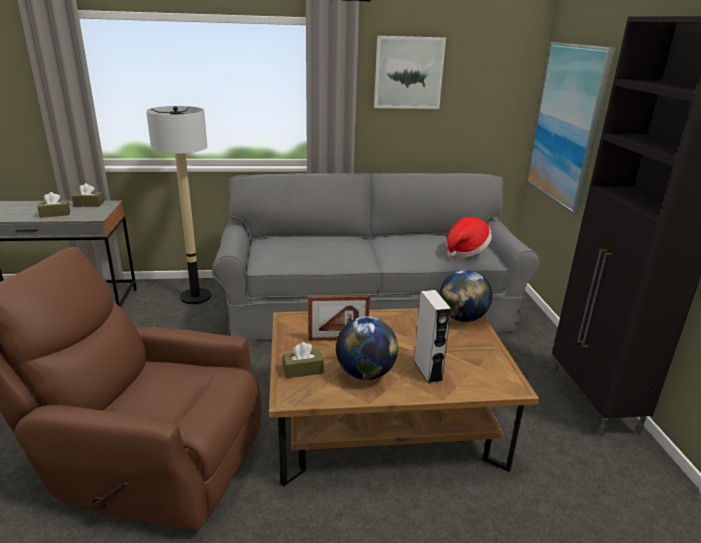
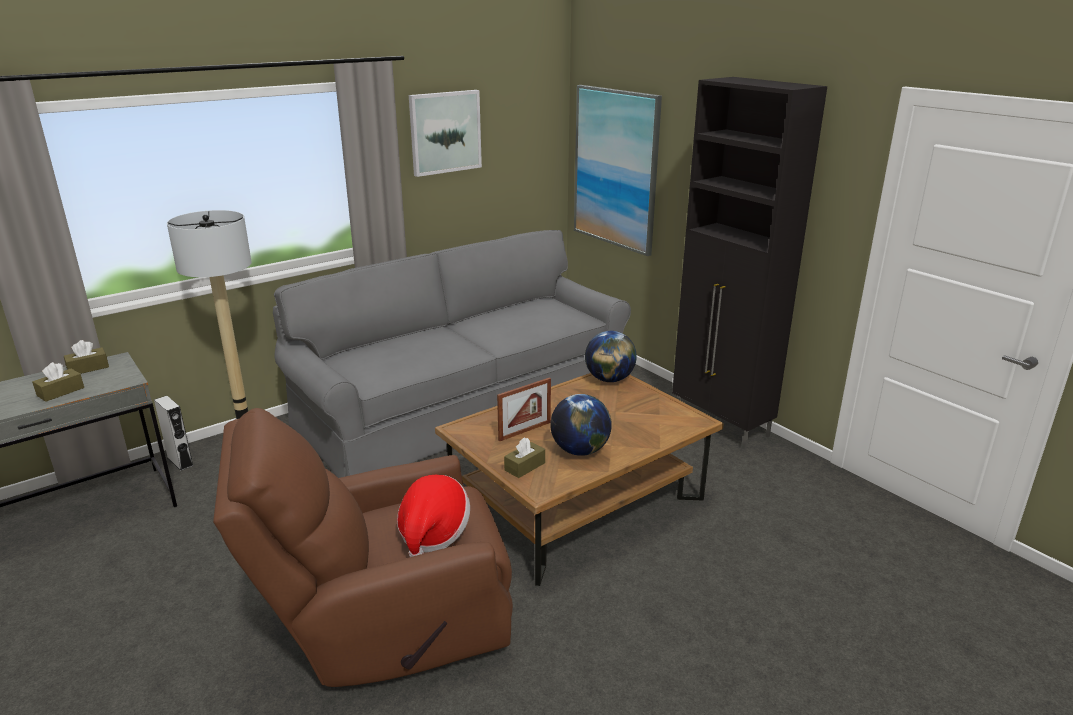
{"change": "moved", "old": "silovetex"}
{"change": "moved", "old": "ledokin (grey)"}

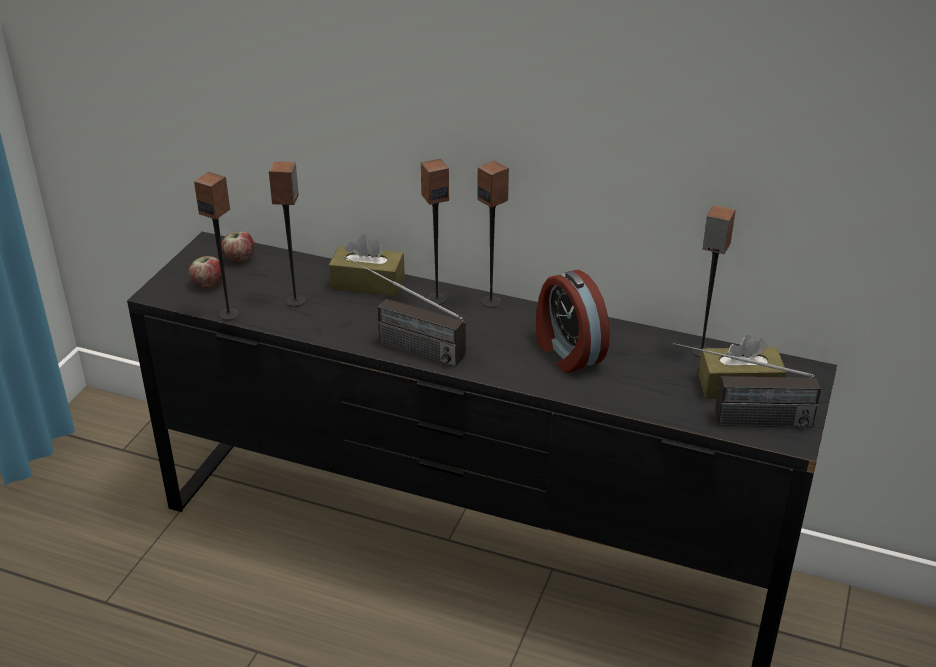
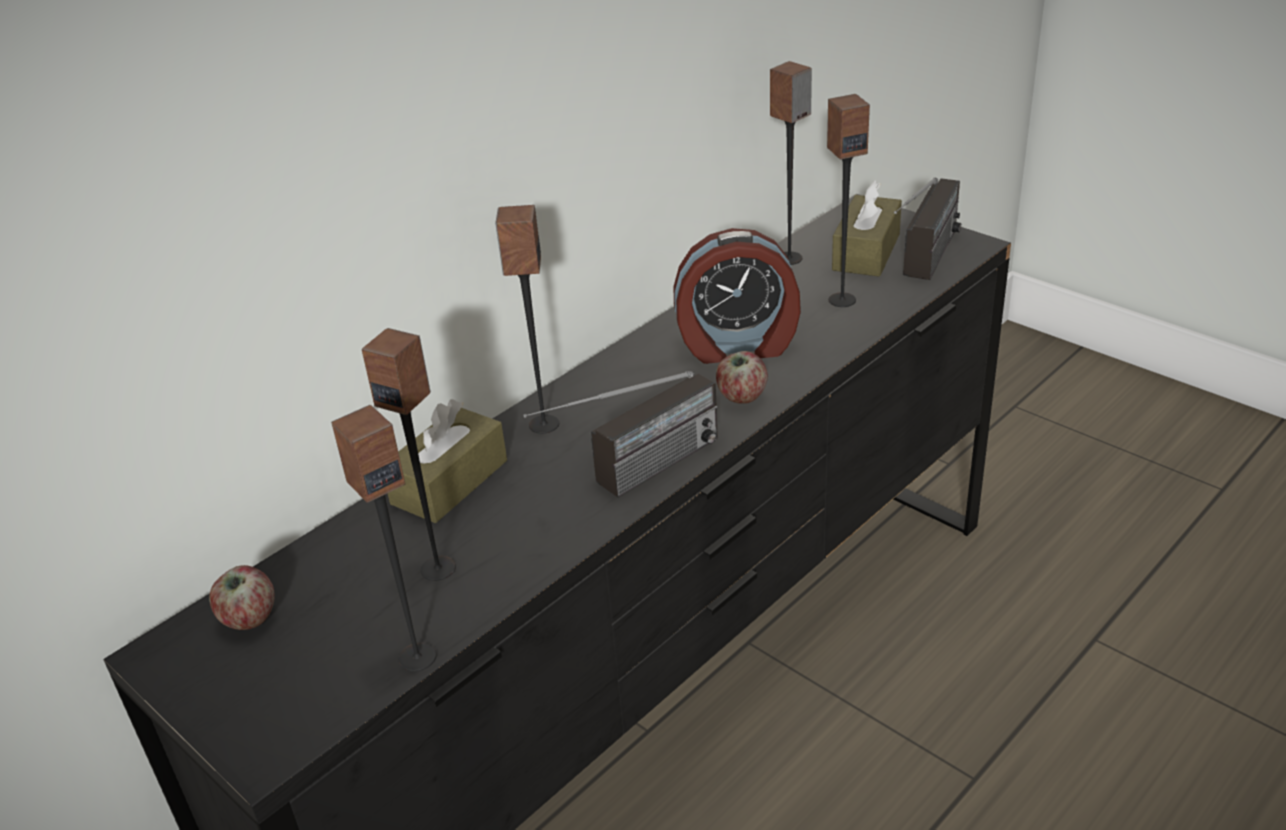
{"change": "moved", "old": "ledokin (4th from left in the first image)", "new": "ledokin (5th from left)"}
{"change": "moved", "old": "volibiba (1st from left in the first image)", "new": "volibiba (2nd from left)"}

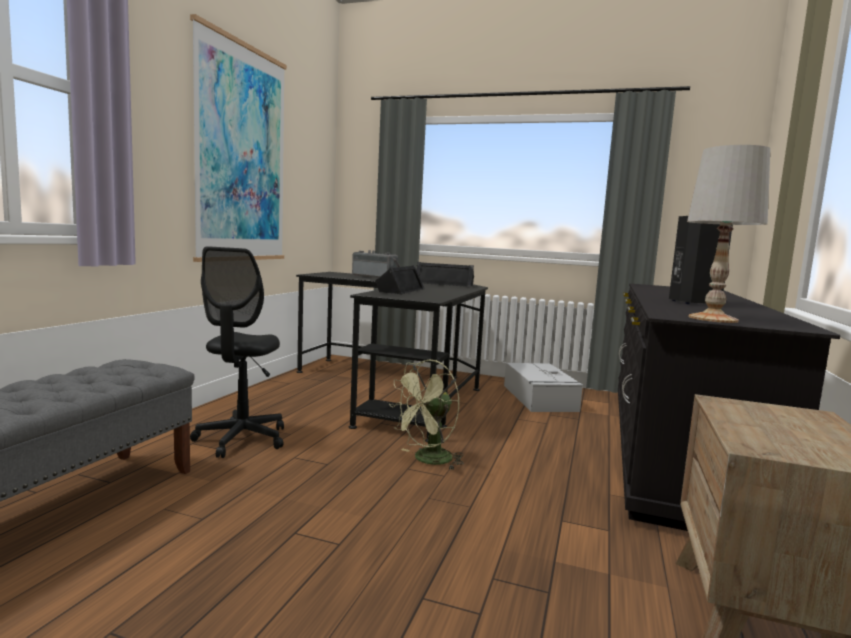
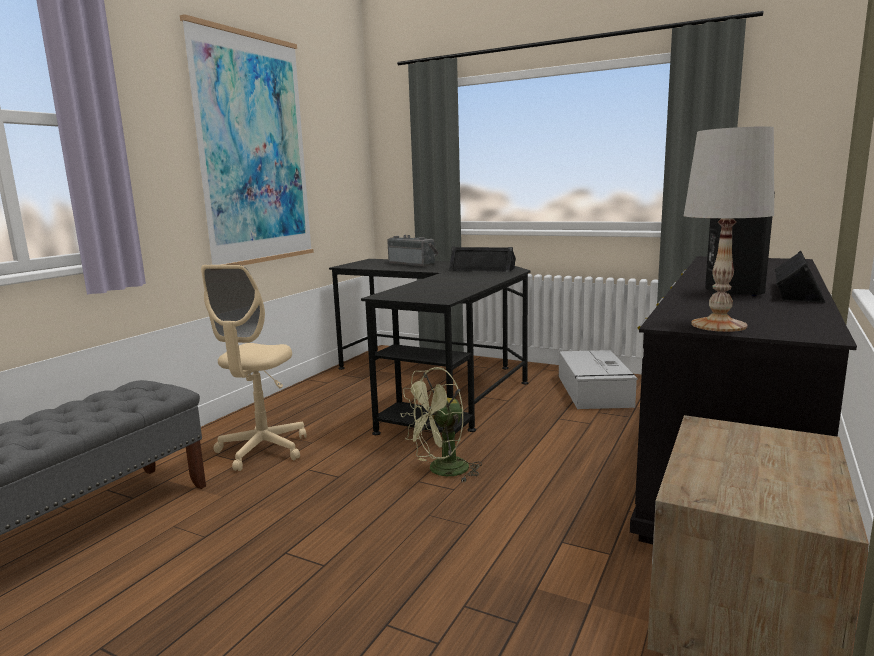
{"change": "recoloured", "old": "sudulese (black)", "new": "sudulese (beige)"}
{"change": "moved", "old": "ledokin (black) (1st from left in the first image)", "new": "ledokin (black) (3rd from left)"}

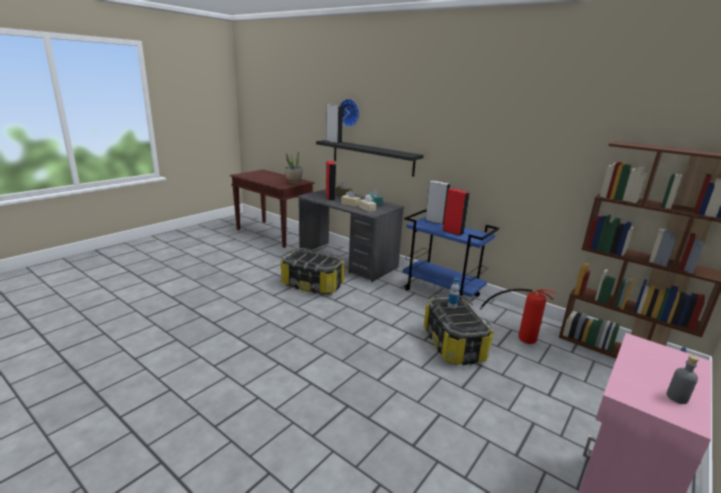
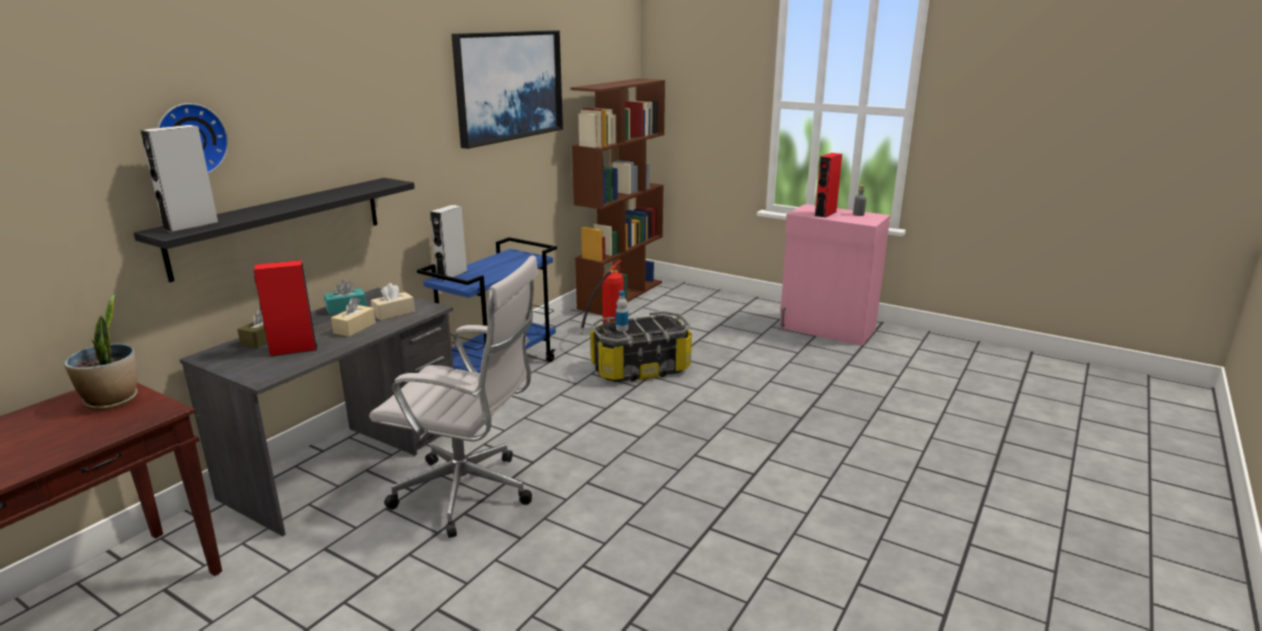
{"change": "moved", "old": "ledokin (red) (2nd from left)"}
{"change": "replaced", "old": "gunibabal (1st from left)", "new": "sudulese (white)"}
{"change": "added", "new": "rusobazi"}

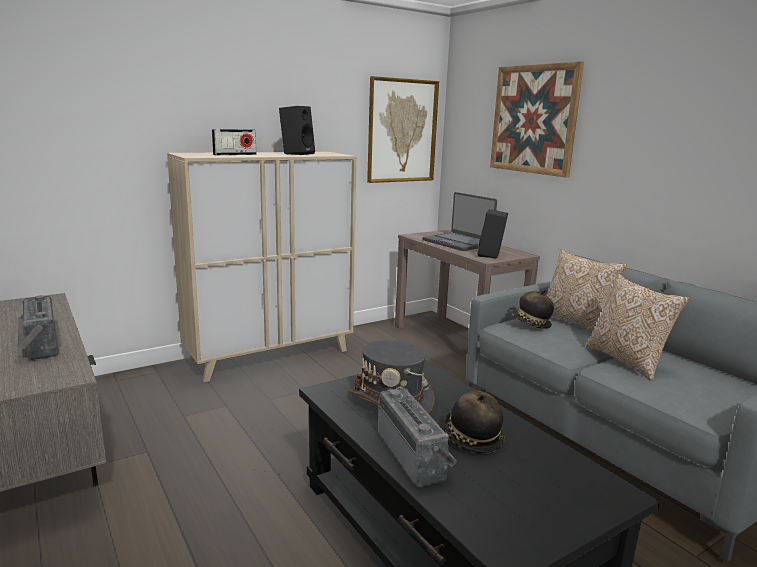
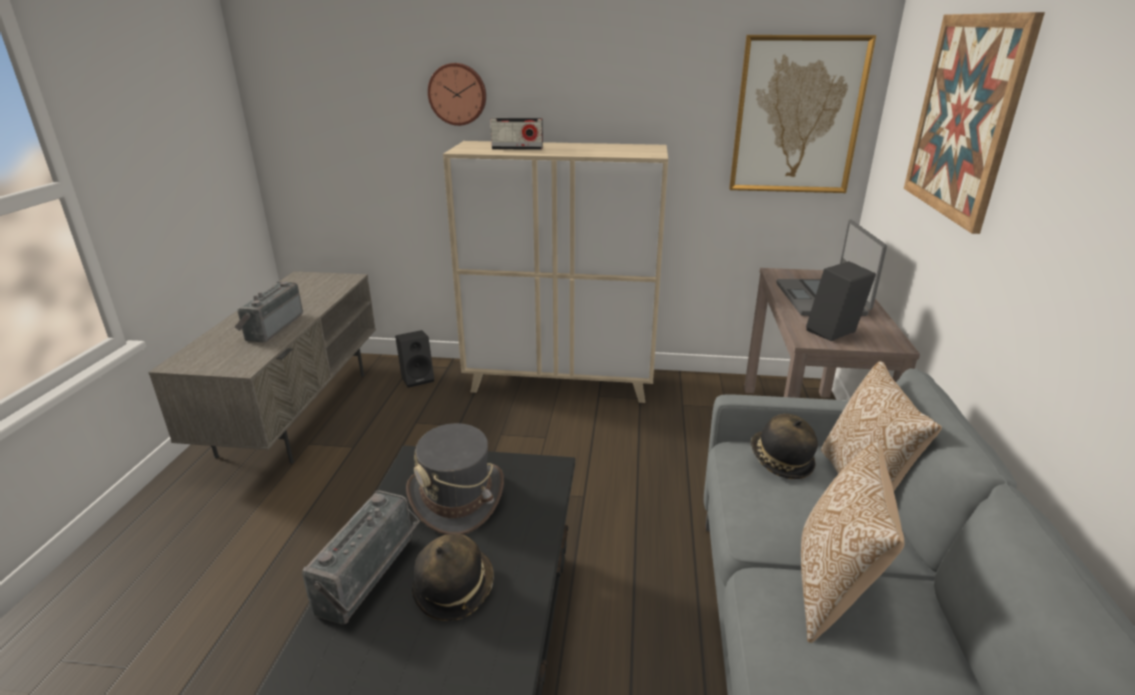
{"change": "moved", "old": "ledokin (black) (1st from left)"}
{"change": "added", "new": "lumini"}

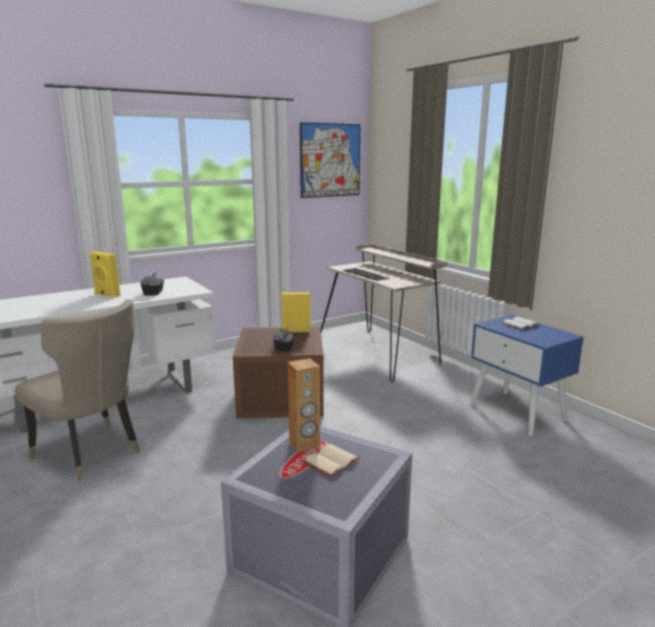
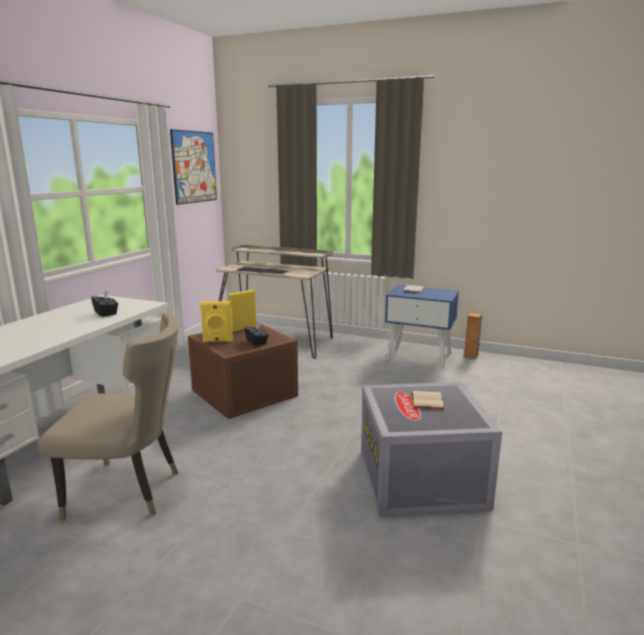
{"change": "moved", "old": "ledokin (yellow) (1st from left)"}
{"change": "moved", "old": "ledokin (brown)"}

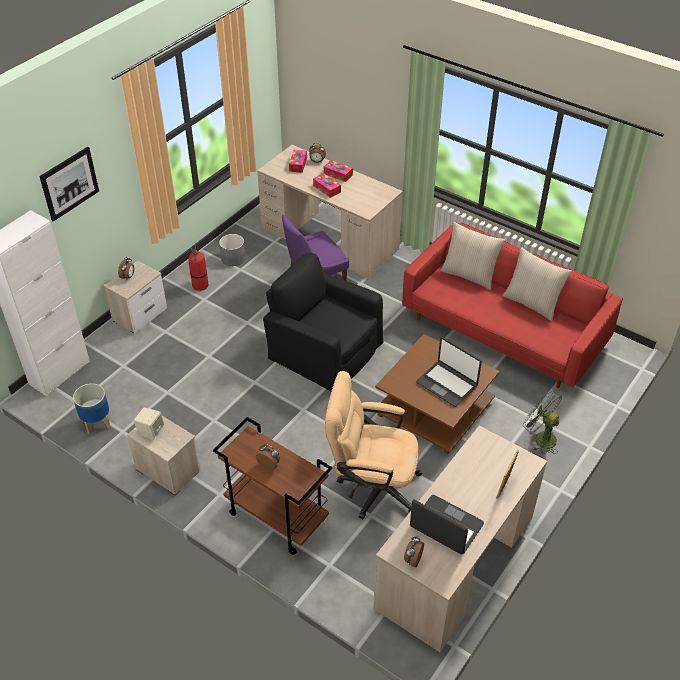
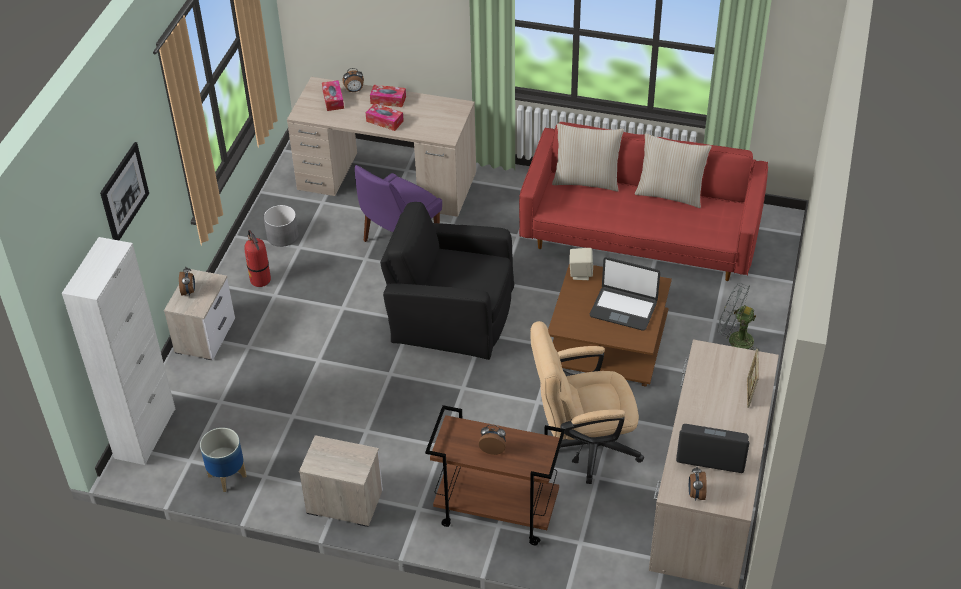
{"change": "moved", "old": "ledokin (beige)"}

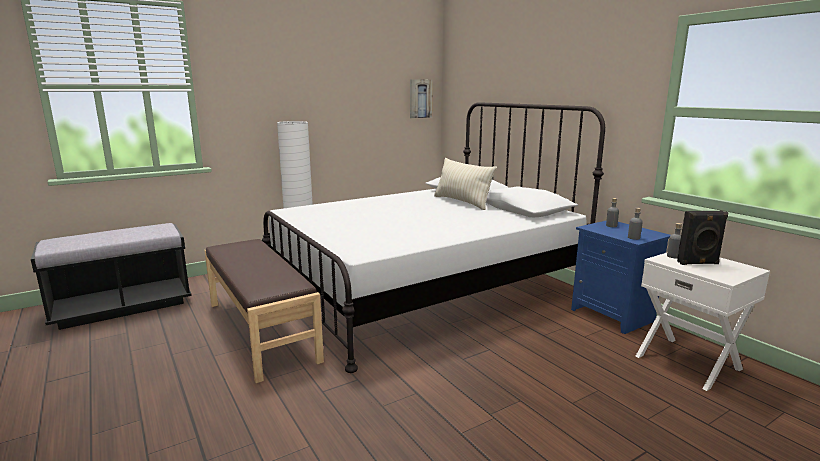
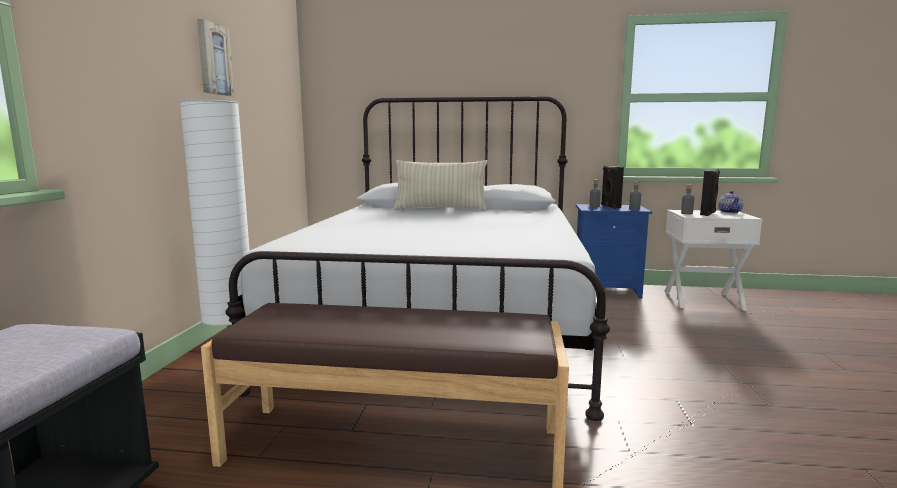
{"change": "moved", "old": "rusobazi"}
{"change": "added", "new": "ledokin (black) (1st from left)"}
{"change": "added", "new": "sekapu"}

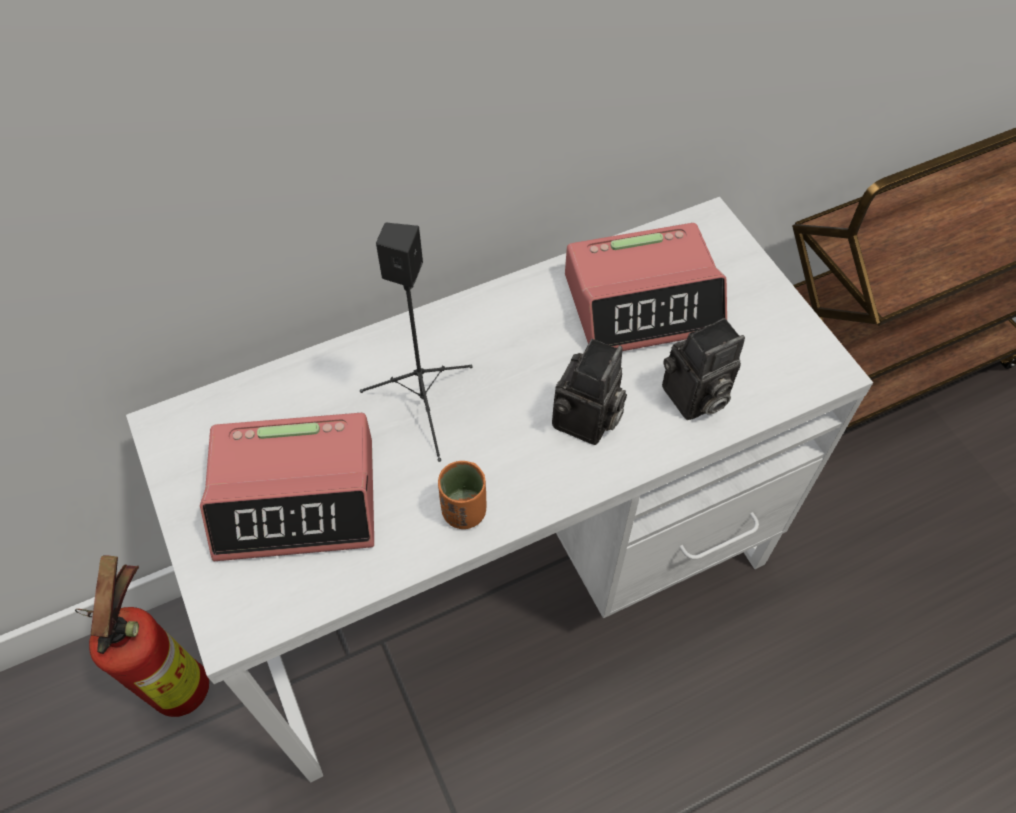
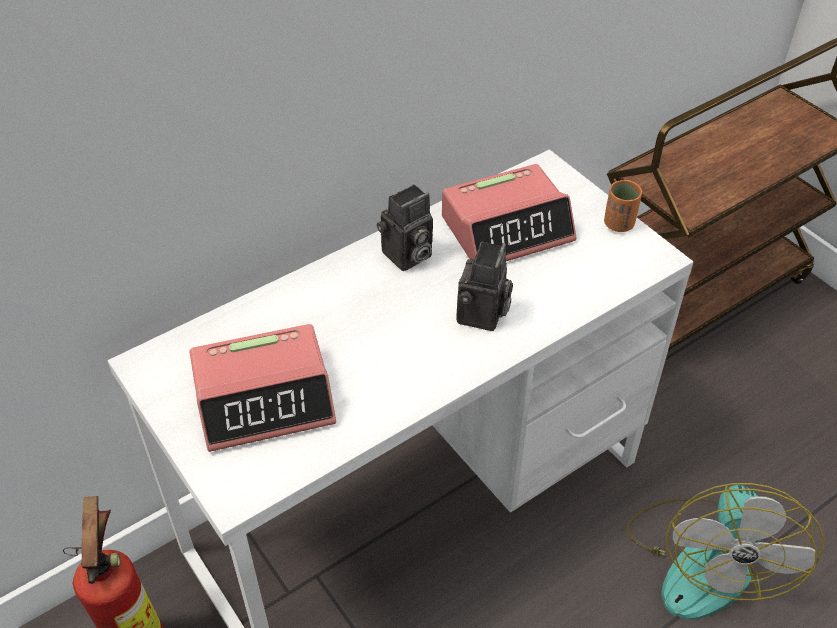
{"change": "removed", "old": "ledokin (black)"}
{"change": "moved", "old": "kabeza (2nd from left in the first image)", "new": "kabeza (1st from left)"}
{"change": "moved", "old": "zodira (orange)"}
{"change": "added", "new": "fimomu"}

